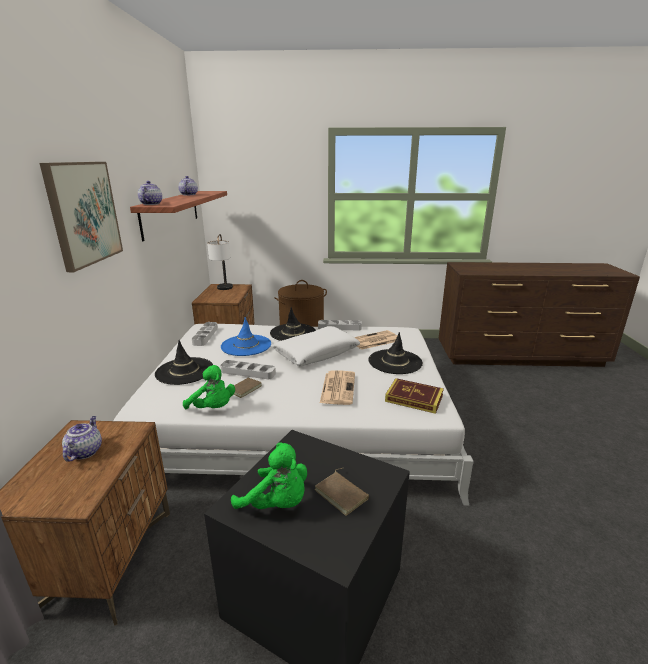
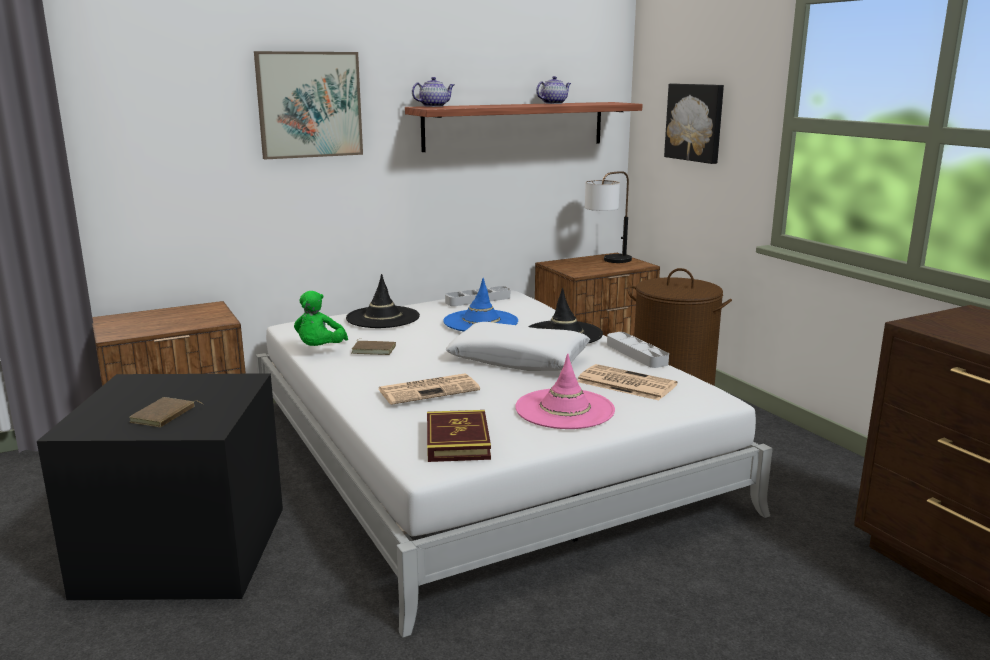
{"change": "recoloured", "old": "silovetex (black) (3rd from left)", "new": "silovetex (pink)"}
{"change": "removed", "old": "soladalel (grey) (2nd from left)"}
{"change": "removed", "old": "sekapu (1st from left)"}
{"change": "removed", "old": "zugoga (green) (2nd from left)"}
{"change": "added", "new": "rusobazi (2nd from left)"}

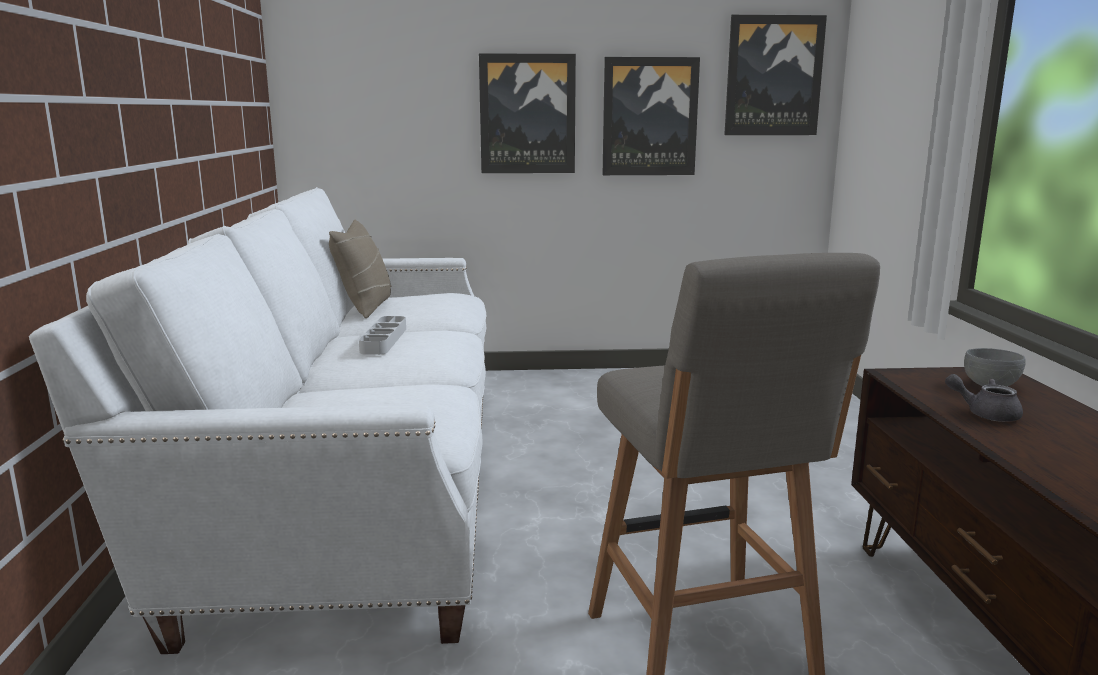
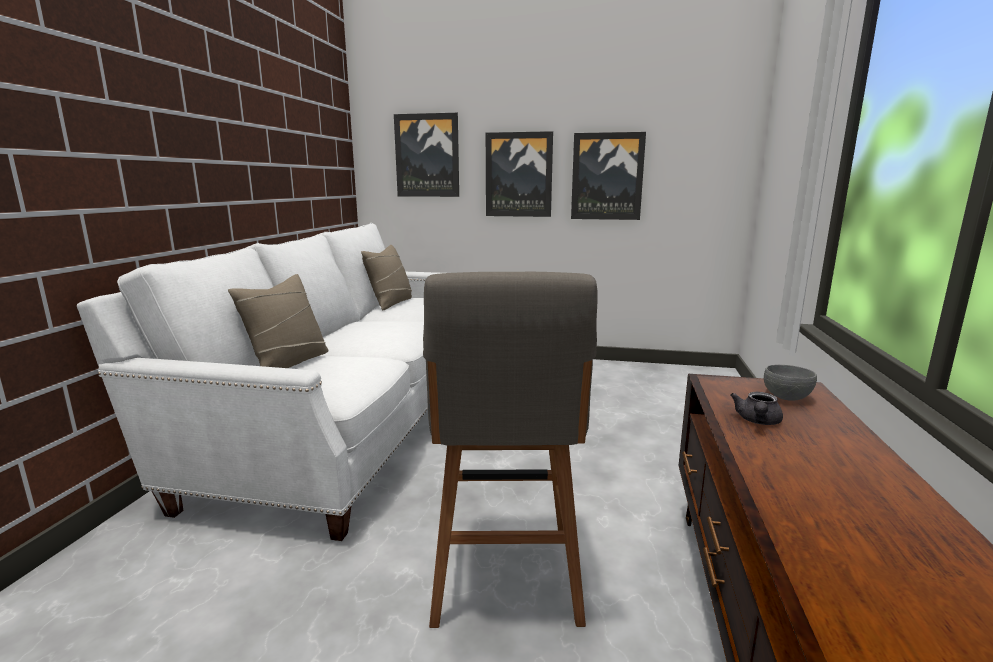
{"change": "moved", "old": "rusobazi (3rd from left in the first image)", "new": "rusobazi (1st from left)"}
{"change": "removed", "old": "soladalel (grey)"}
{"change": "turned", "old": "sekapu (grey)", "degrees": -105}
{"change": "added", "new": "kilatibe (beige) (1st from left)"}

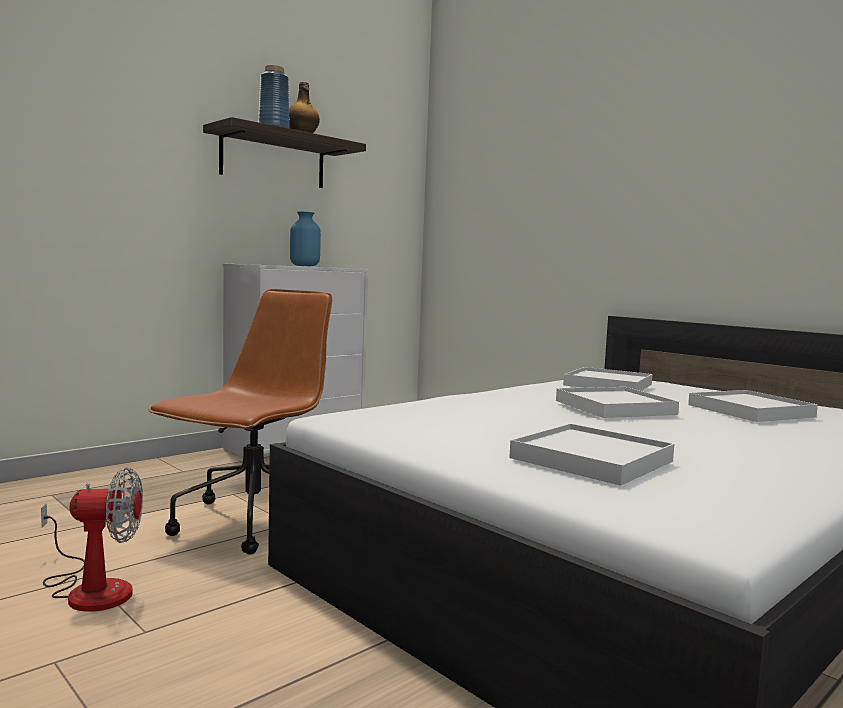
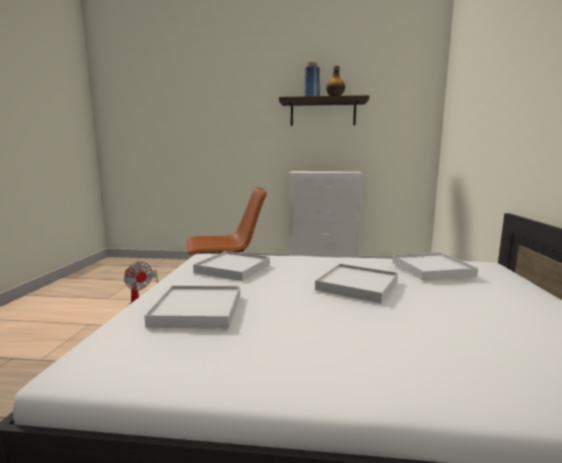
{"change": "removed", "old": "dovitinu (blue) (2nd from left)"}
{"change": "moved", "old": "soladalel (white) (4th from left in the first image)", "new": "soladalel (white) (2nd from left)"}

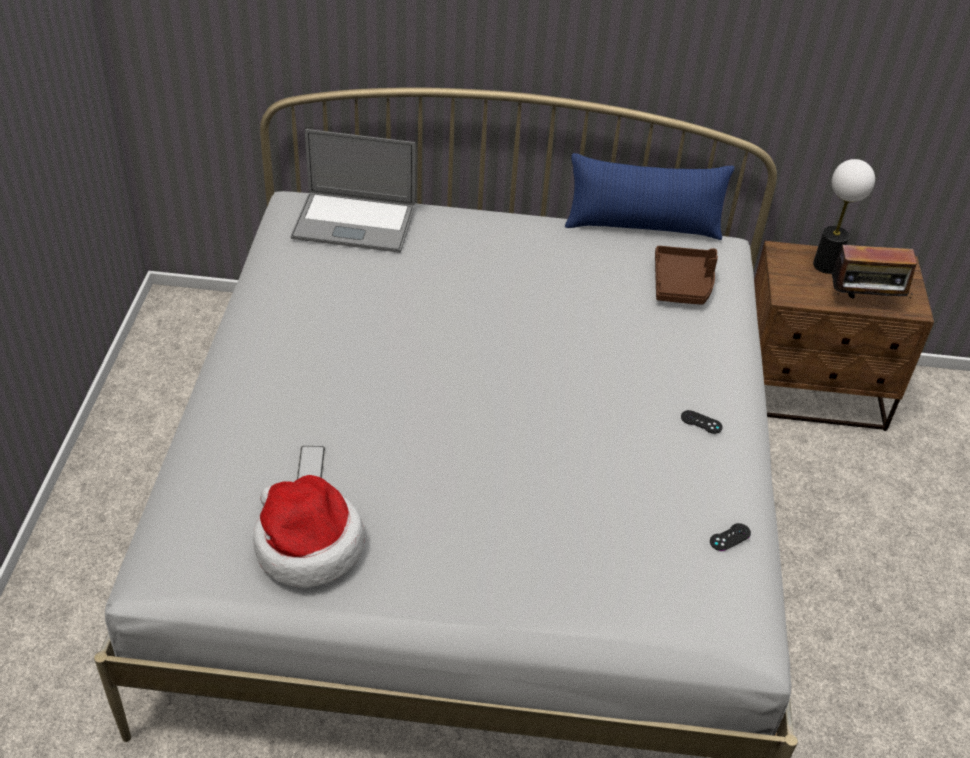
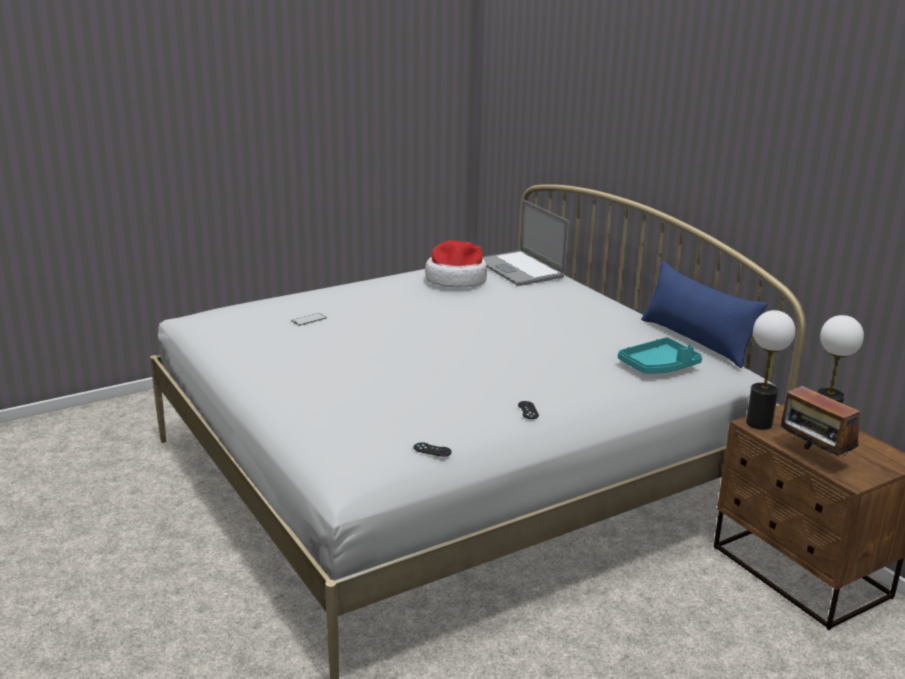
{"change": "recoloured", "old": "soladalel (brown)", "new": "soladalel (turquoise)"}
{"change": "moved", "old": "silovetex"}
{"change": "added", "new": "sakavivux (1st from left)"}

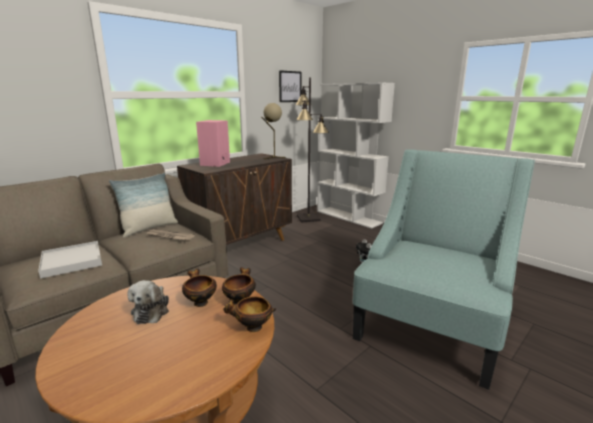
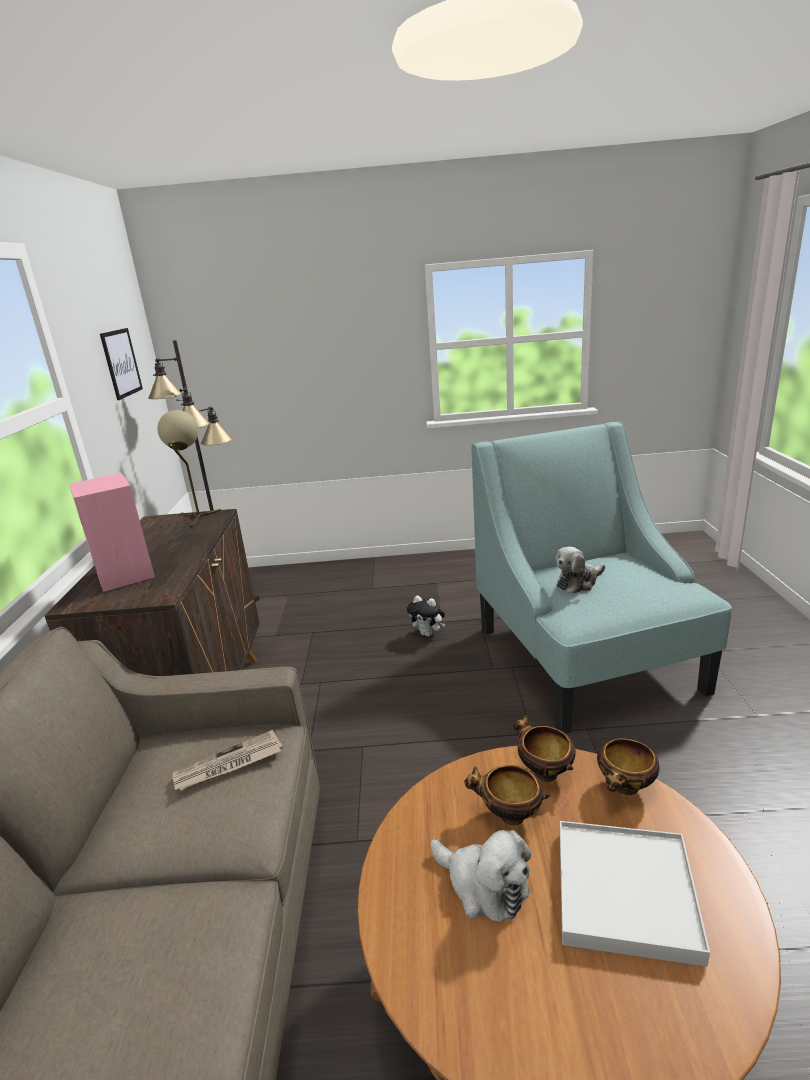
{"change": "removed", "old": "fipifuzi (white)"}
{"change": "removed", "old": "kilatibe"}
{"change": "moved", "old": "soladalel (white)"}
{"change": "added", "new": "zugoga (3rd from left)"}

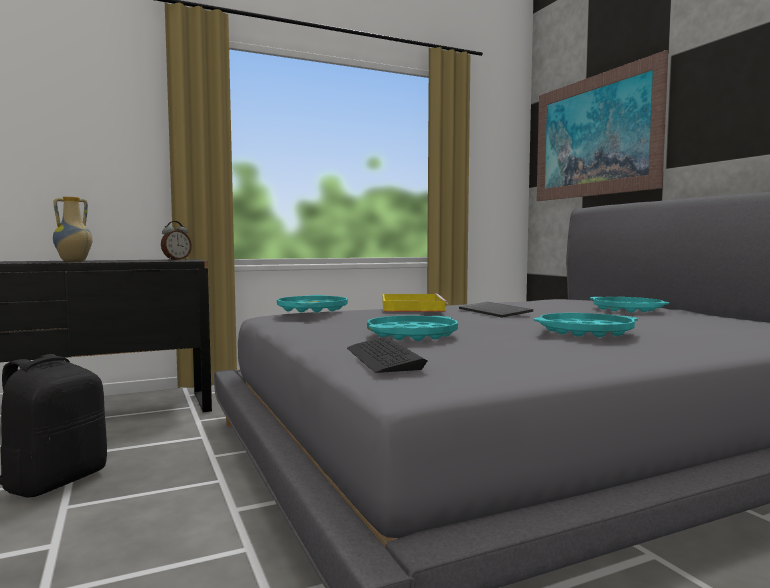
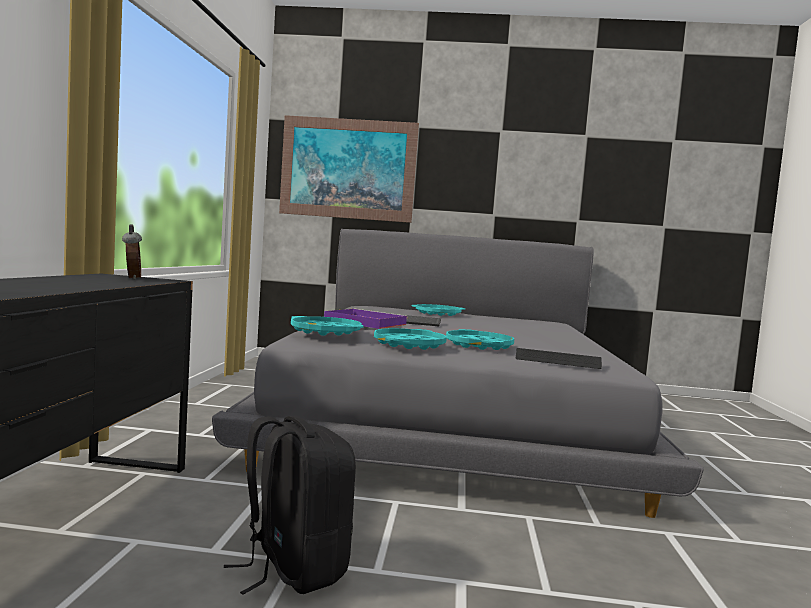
{"change": "removed", "old": "dovitinu"}
{"change": "recoloured", "old": "soladalel (yellow)", "new": "soladalel (purple)"}
{"change": "moved", "old": "soladalel (turquoise) (3rd from left in the first image)", "new": "soladalel (turquoise) (2nd from left)"}

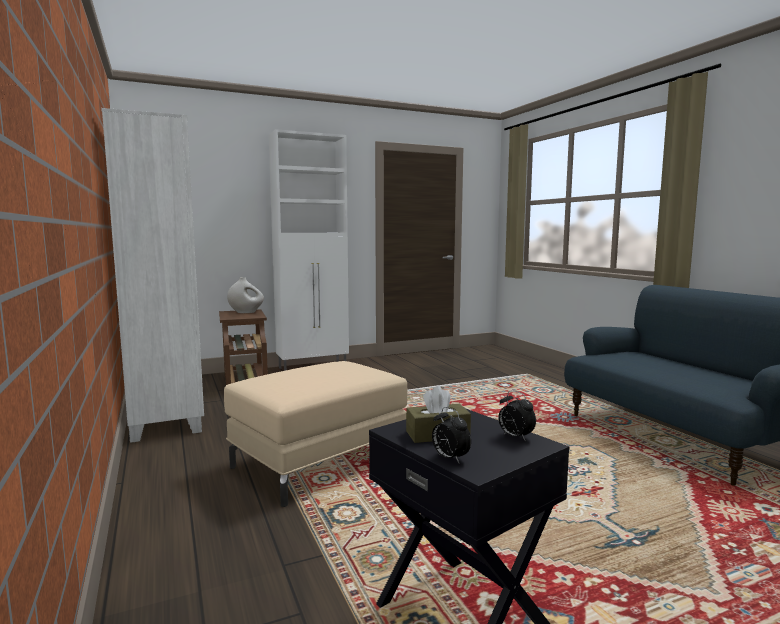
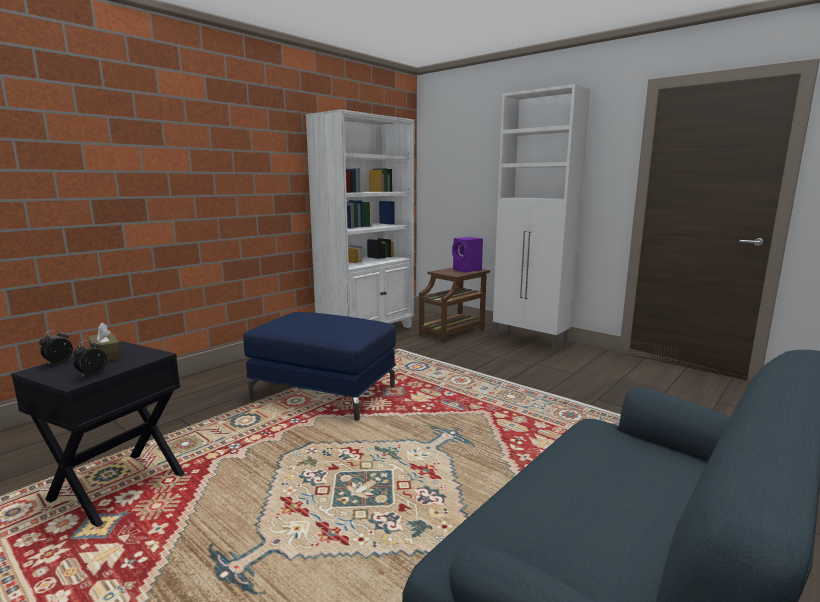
{"change": "replaced", "old": "dovitinu (white)", "new": "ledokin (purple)"}
{"change": "recoloured", "old": "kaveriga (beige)", "new": "kaveriga (blue)"}

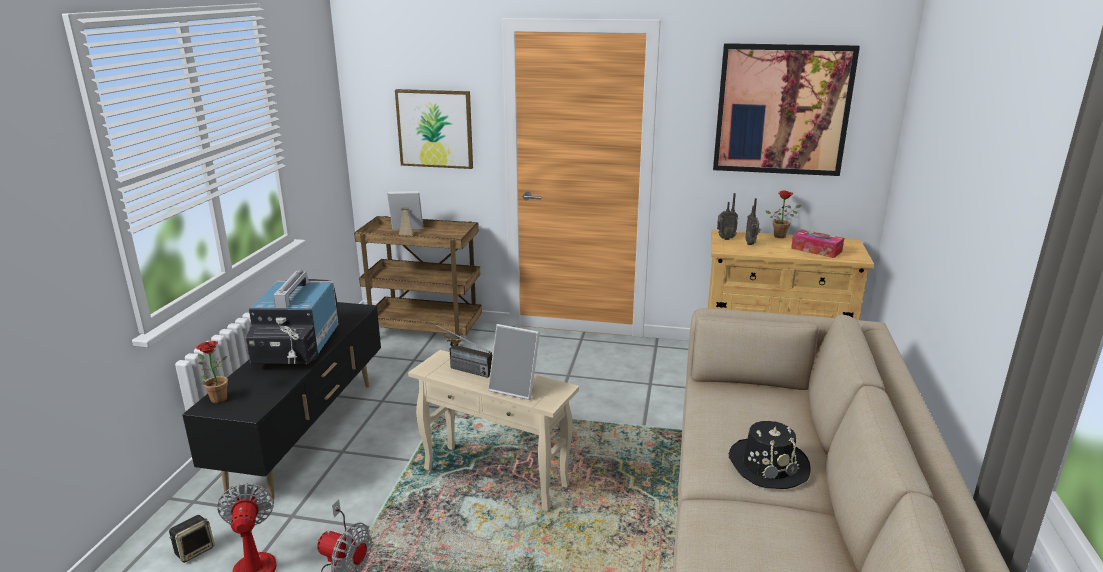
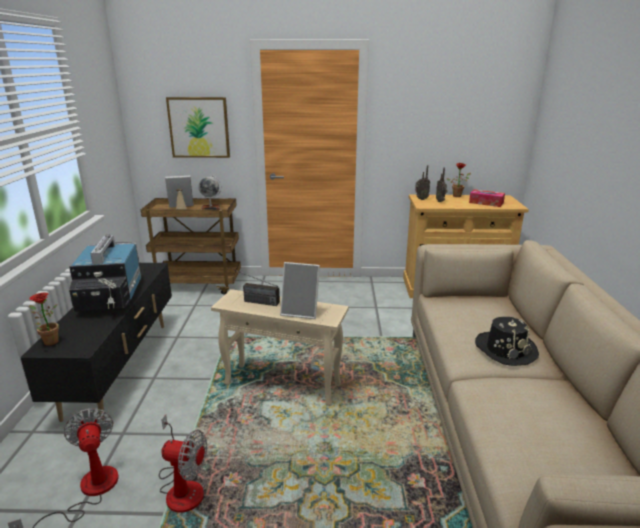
{"change": "removed", "old": "rusobazi (2nd from left)"}
{"change": "removed", "old": "ledokin"}
{"change": "added", "new": "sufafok"}

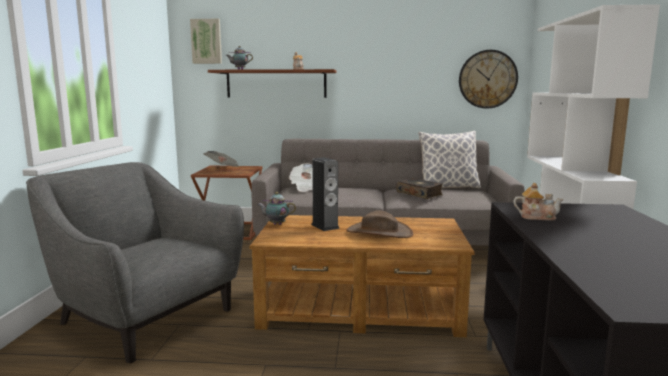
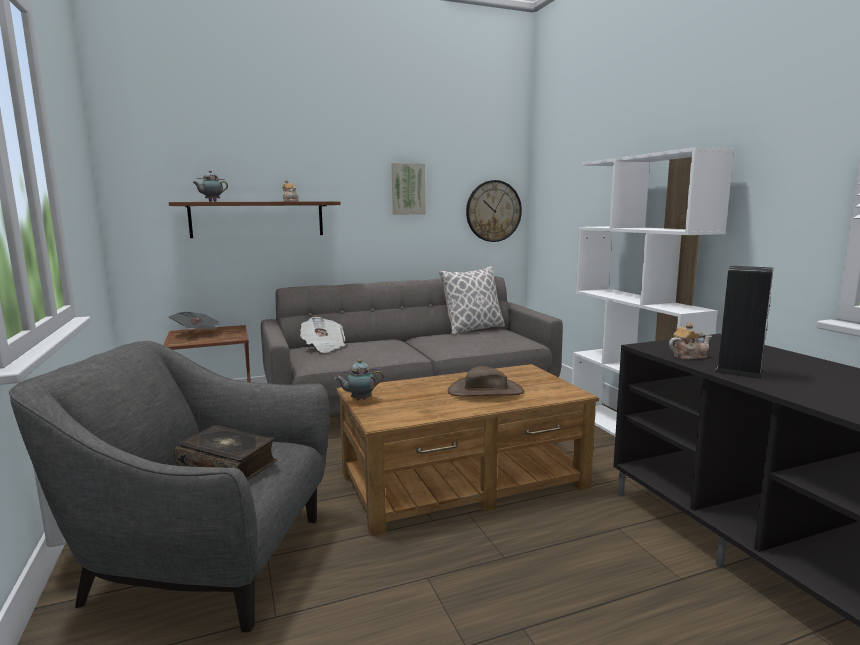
{"change": "moved", "old": "rusobazi"}
{"change": "moved", "old": "ledokin"}
{"change": "moved", "old": "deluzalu"}

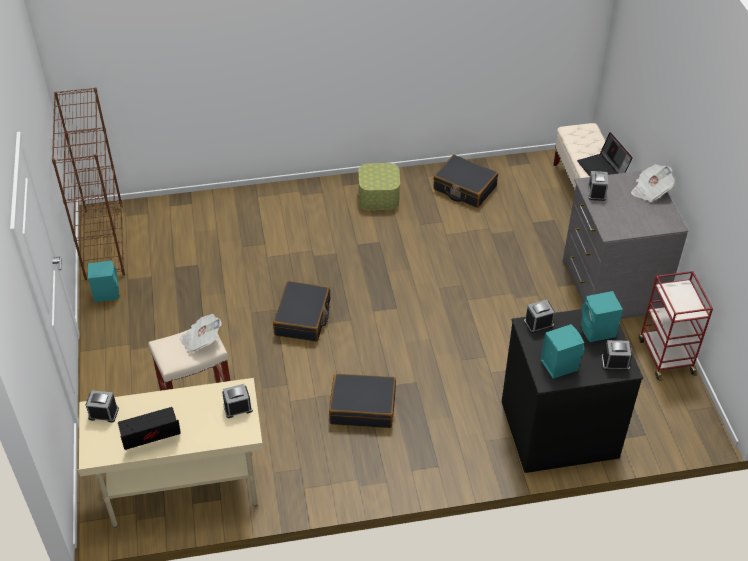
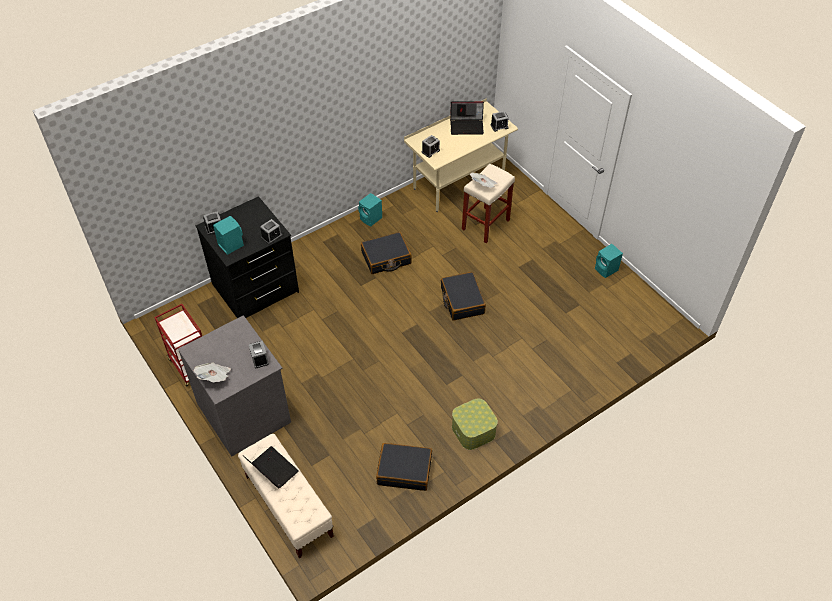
{"change": "removed", "old": "fipifuzi (brown)"}
{"change": "moved", "old": "ledokin (turquoise) (2nd from left)"}
{"change": "turned", "old": "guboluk (1st from left in the first image)", "degrees": 45}

